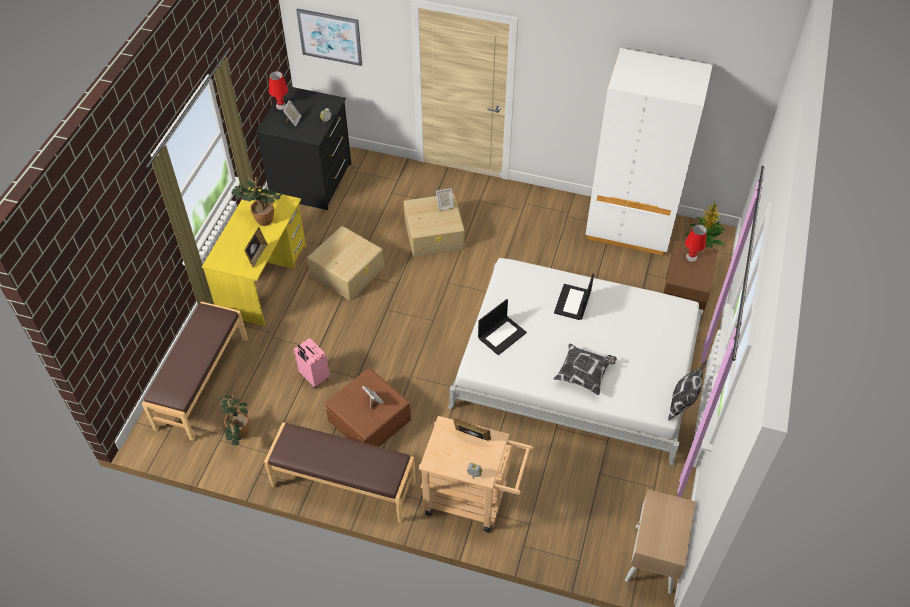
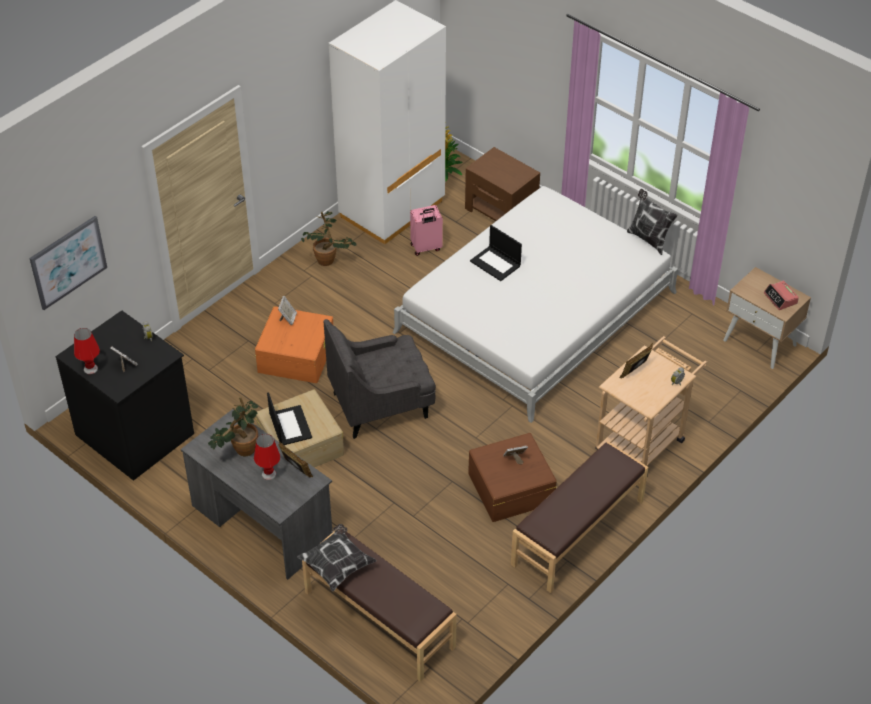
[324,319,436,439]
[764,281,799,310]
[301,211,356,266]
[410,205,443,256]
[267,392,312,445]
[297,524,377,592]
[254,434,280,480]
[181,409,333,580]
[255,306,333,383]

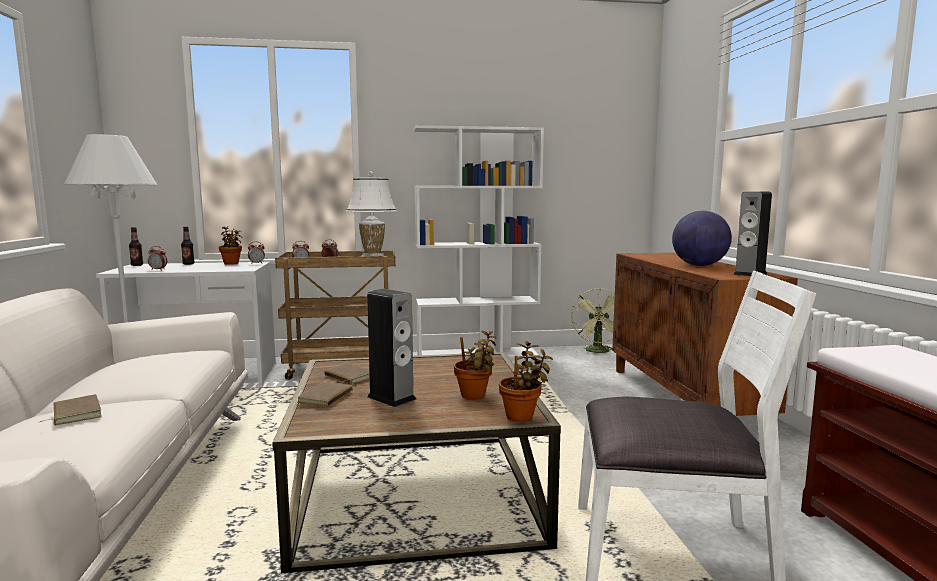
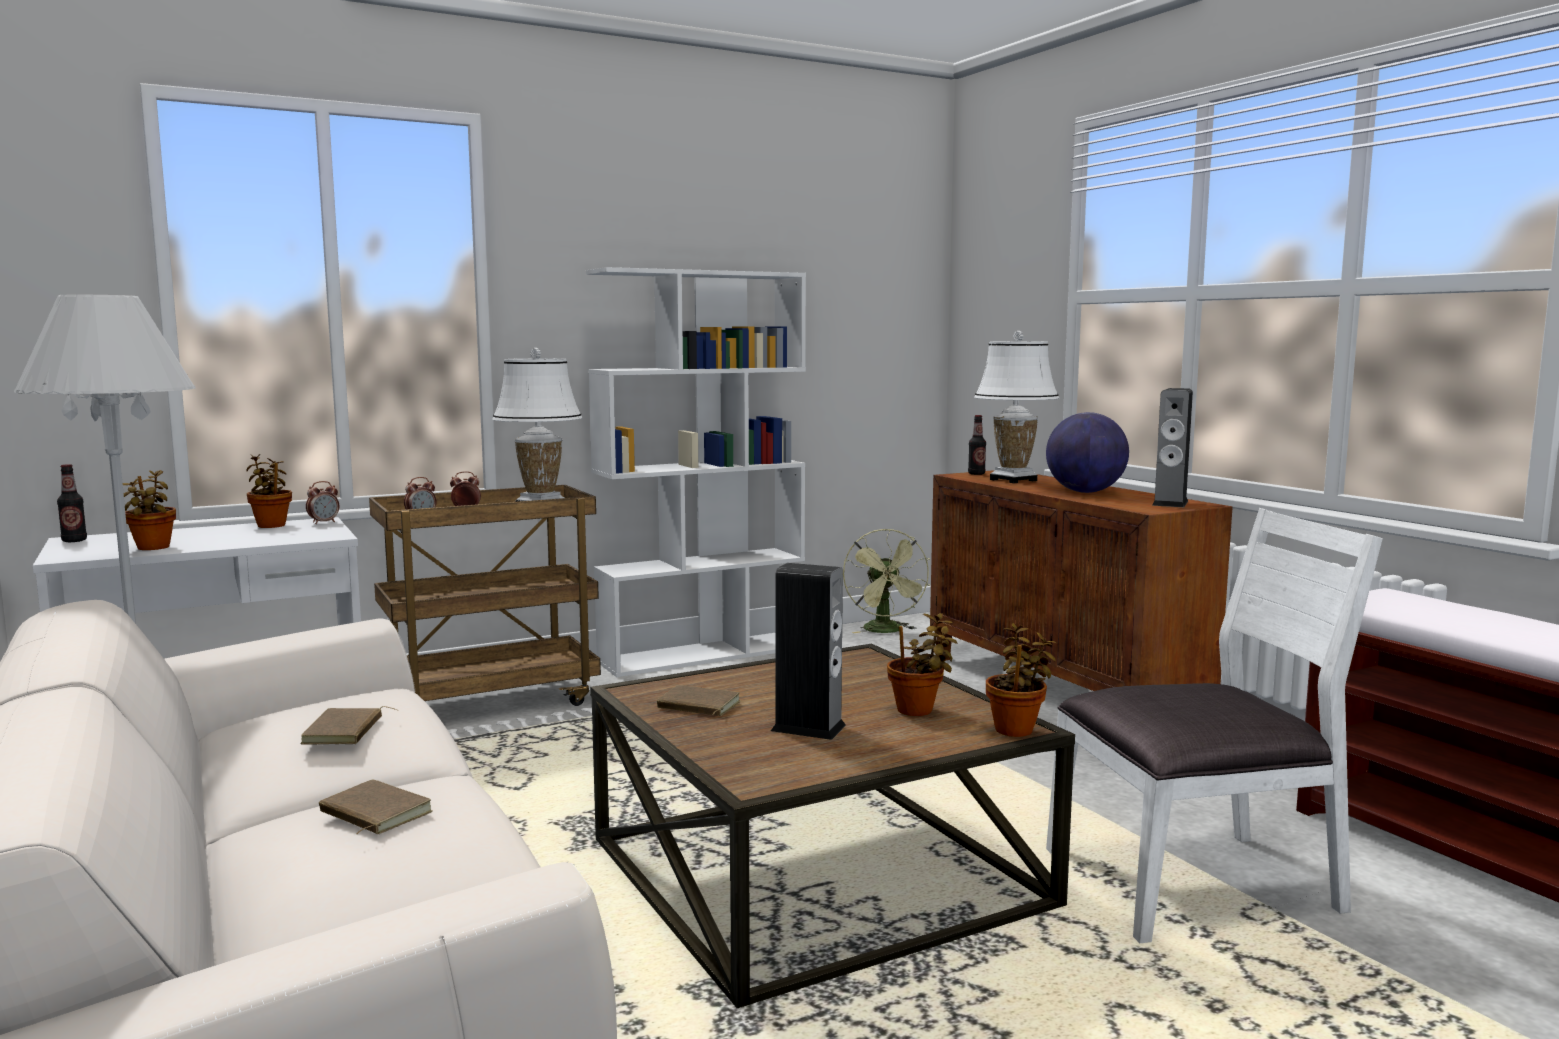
[974,331,1059,483]
[968,415,986,475]
[300,706,398,745]
[123,470,176,550]

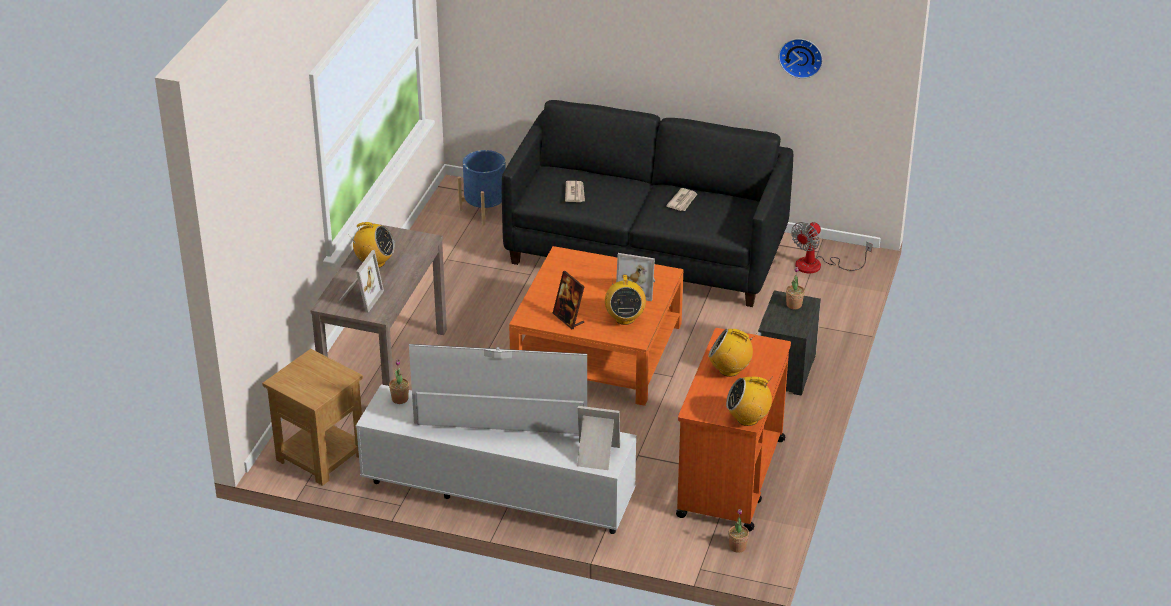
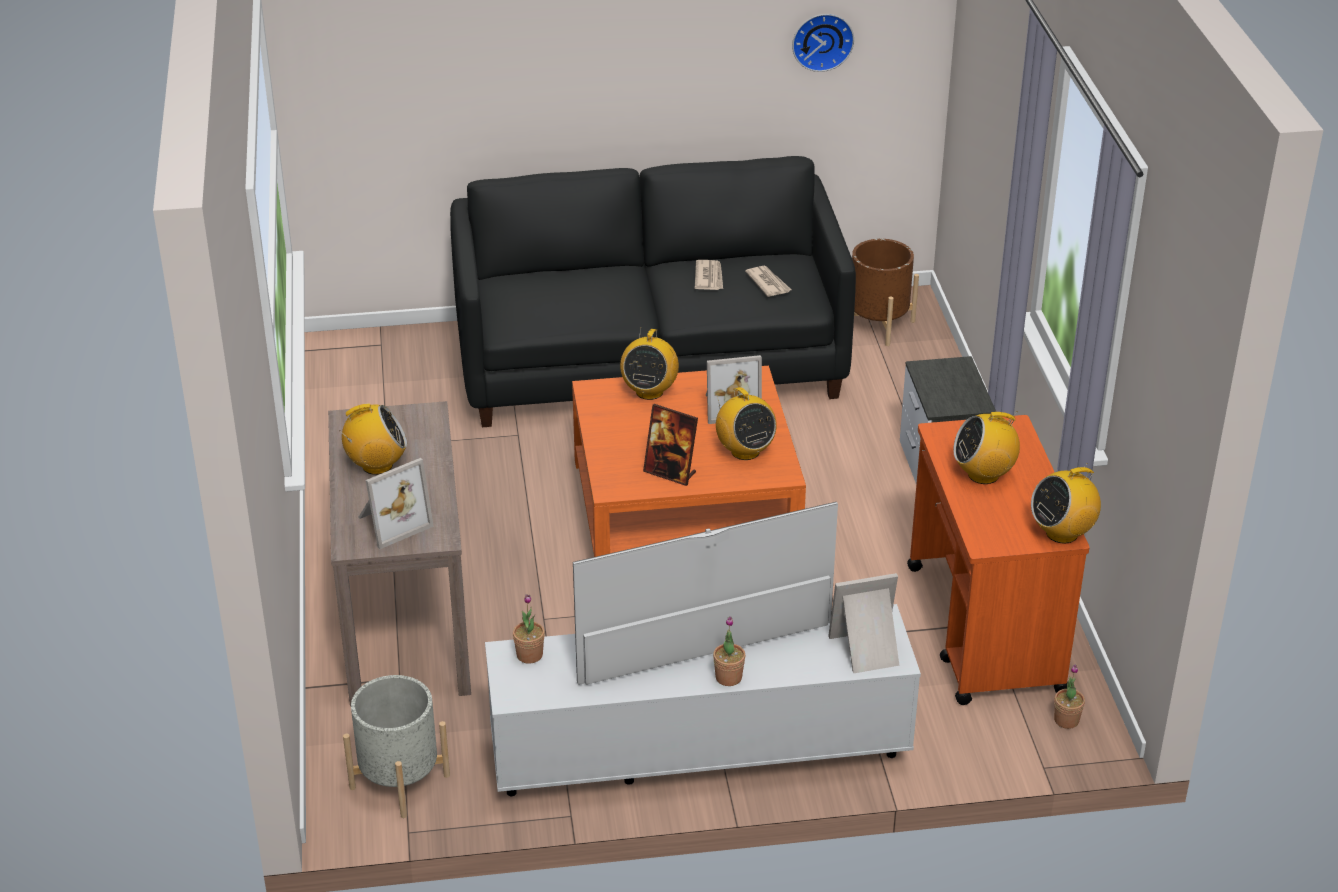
[458,150,506,226] (first image)
[620,329,679,400]
[745,266,791,297]
[713,616,745,686]
[343,675,450,818]
[852,239,919,346]
[358,458,434,549]

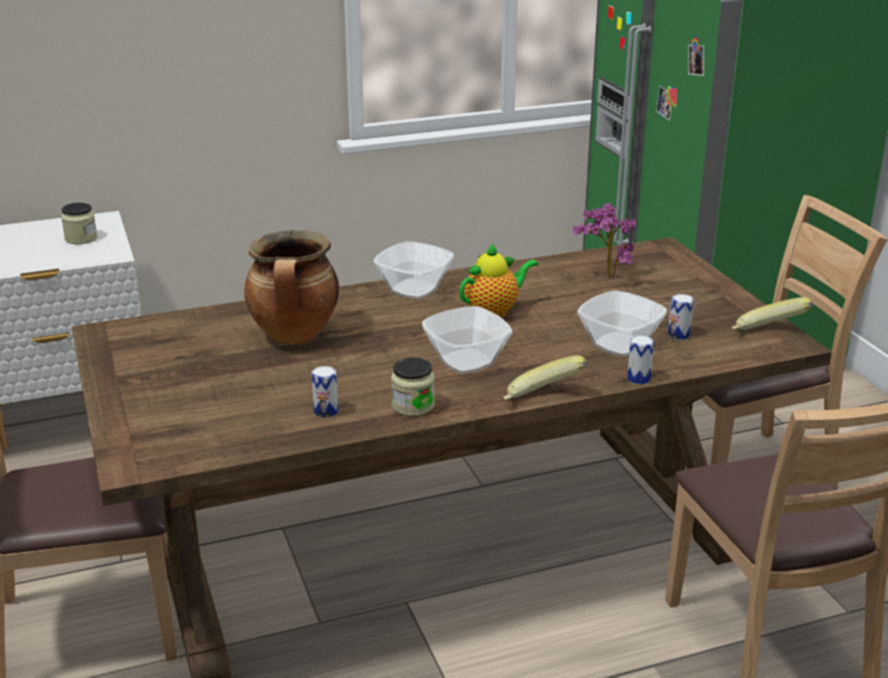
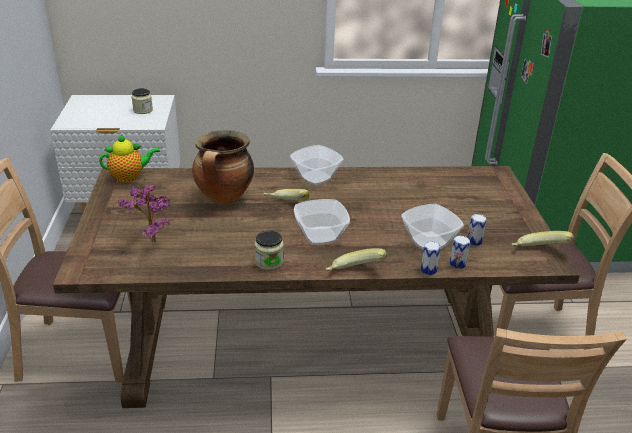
[263,189,309,201]
[450,236,470,269]
[99,134,160,182]
[118,185,170,243]

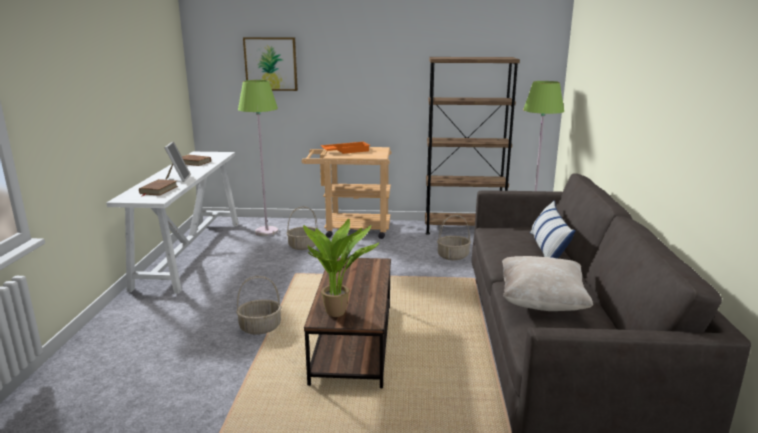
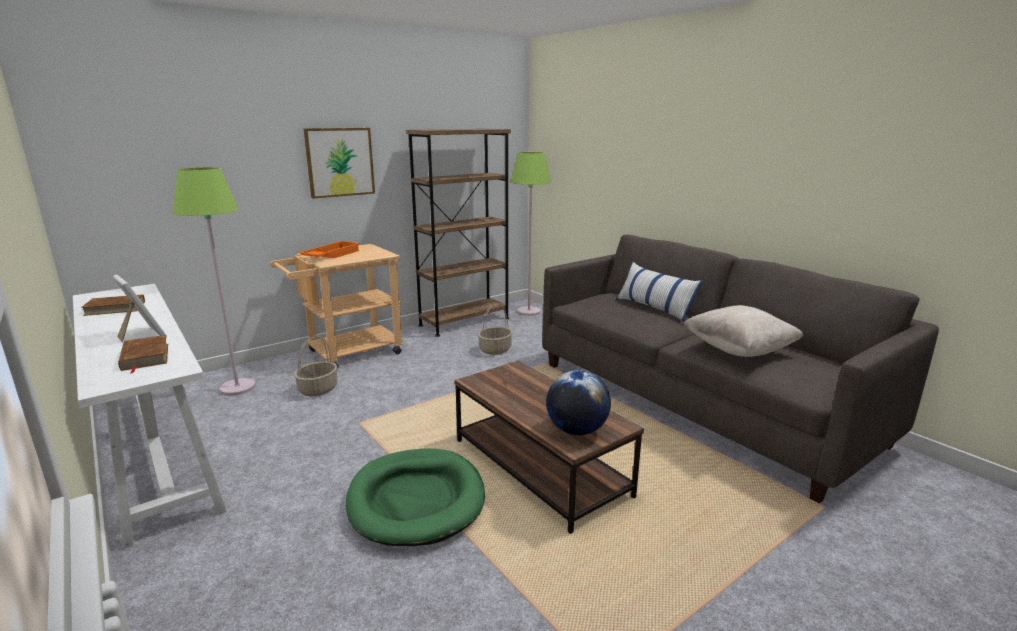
[303,128,375,199]
[346,449,485,546]
[546,370,611,435]

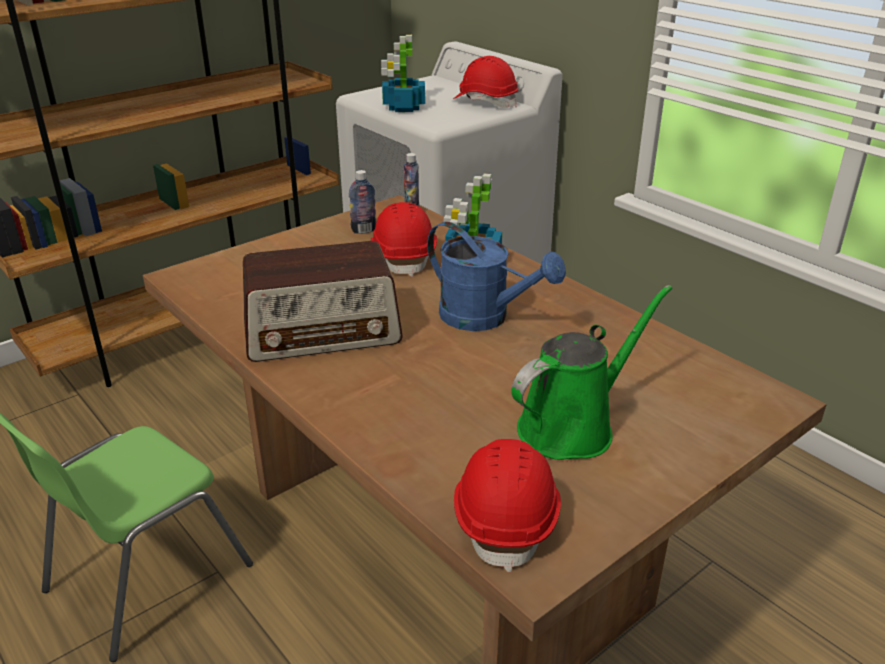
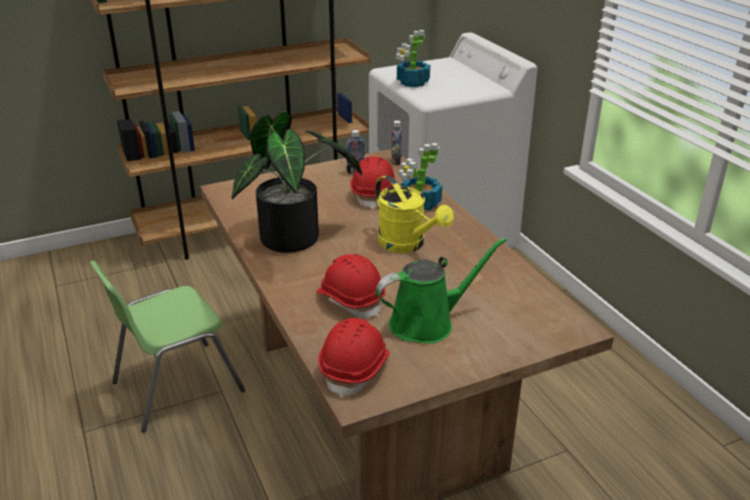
[316,254,385,318]
[232,111,362,253]
[375,175,454,253]

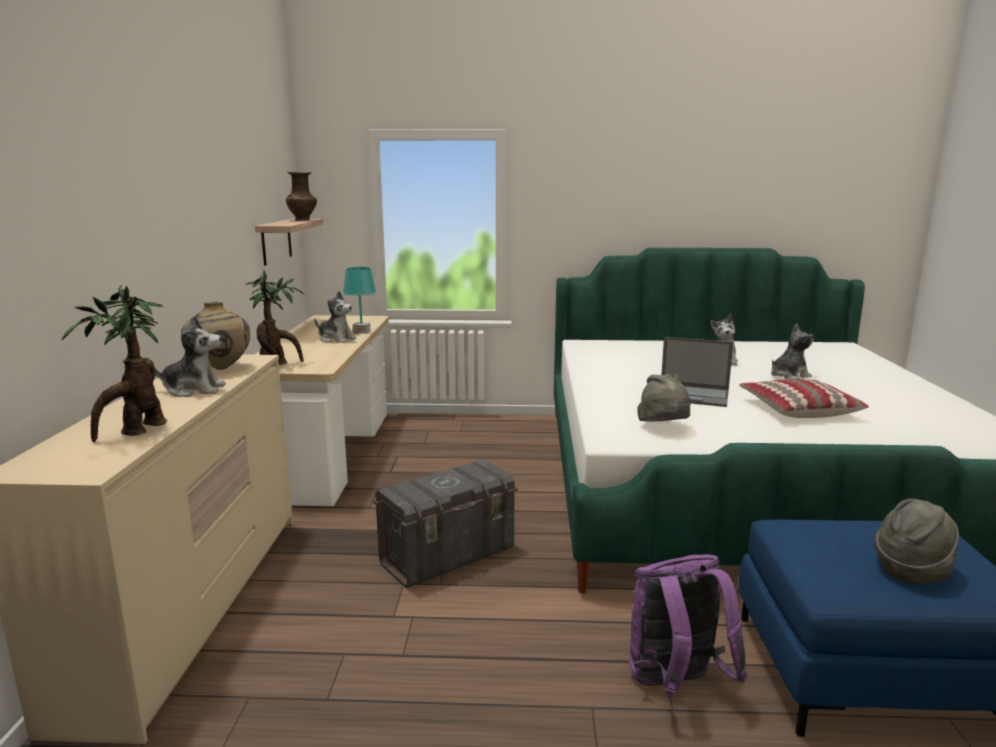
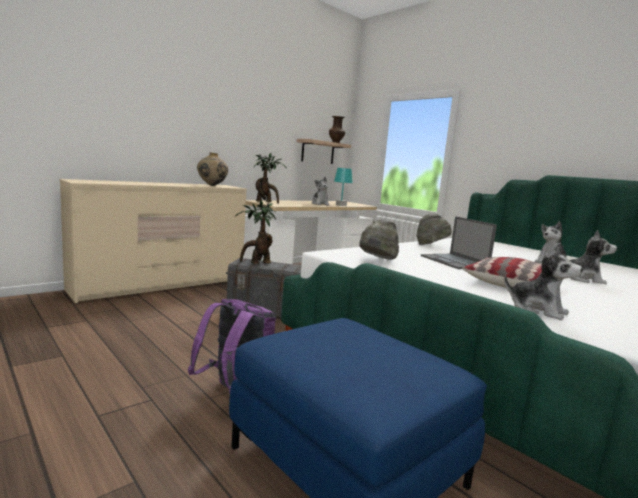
[235,201,276,264]
[504,243,582,320]
[416,214,452,245]

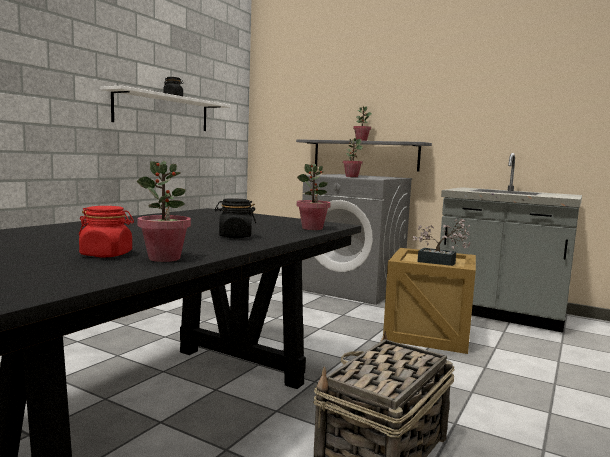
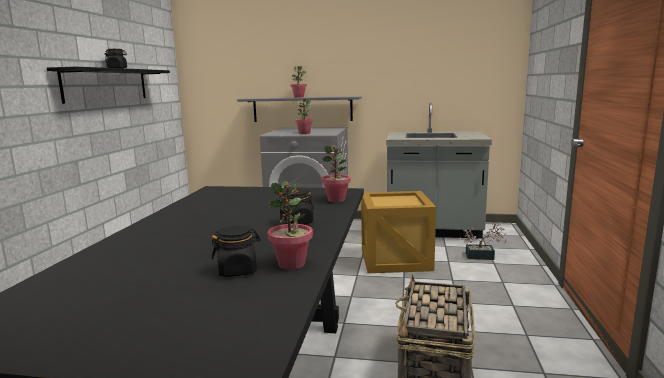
[460,223,507,260]
[212,225,260,277]
[47,67,170,104]

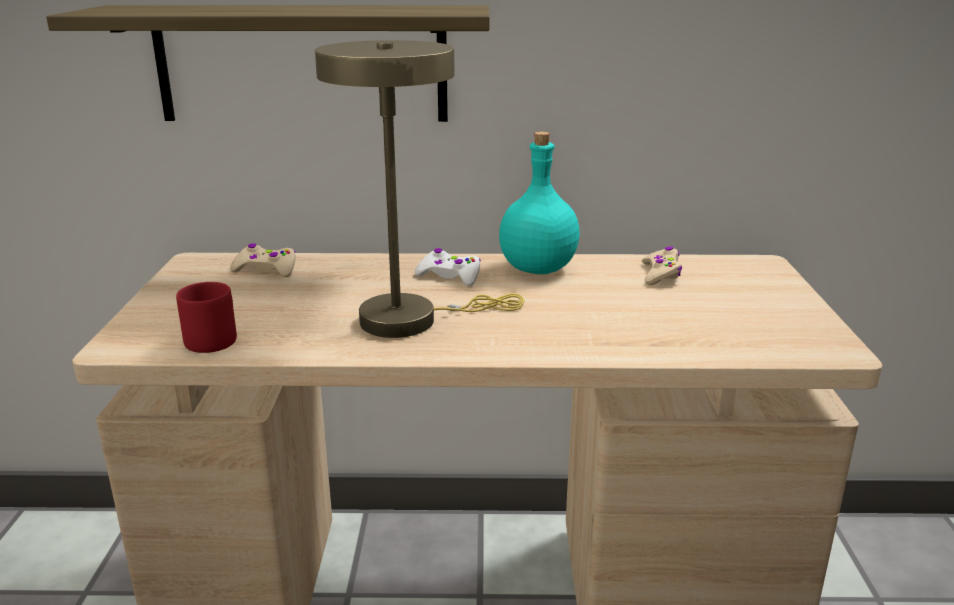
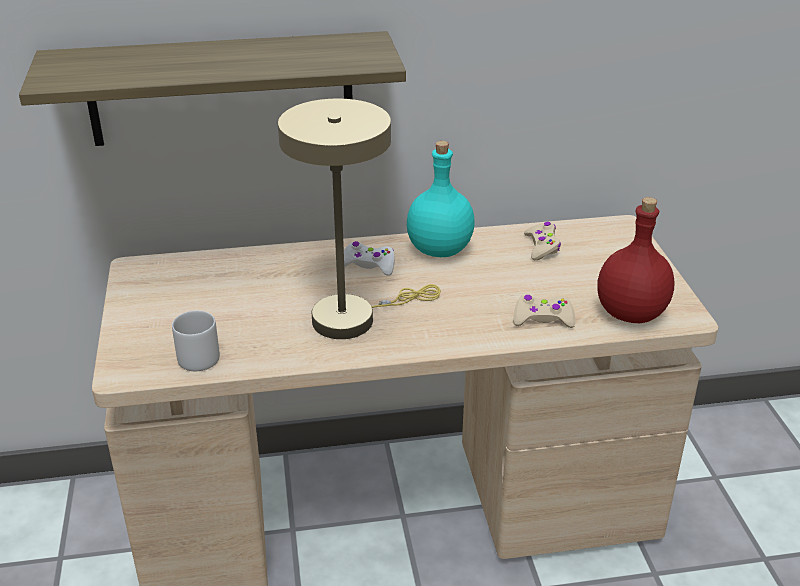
[598,197,675,323]
[513,295,576,328]
[172,311,220,371]

